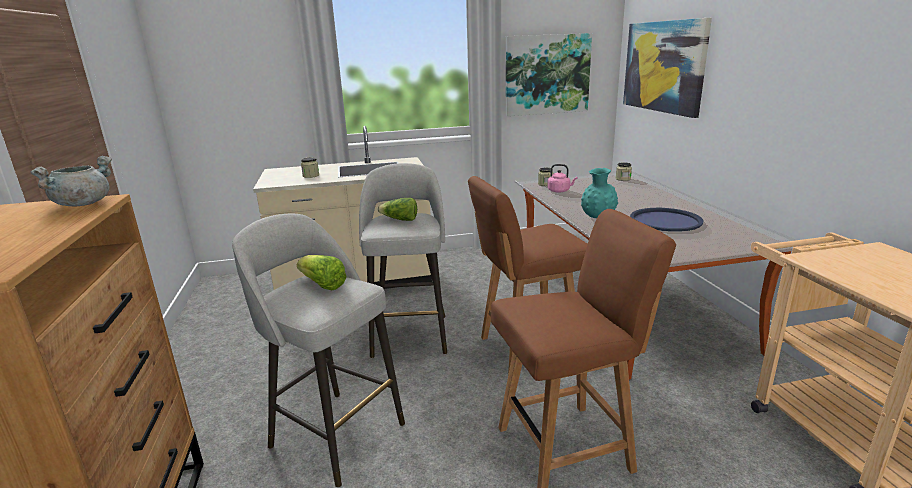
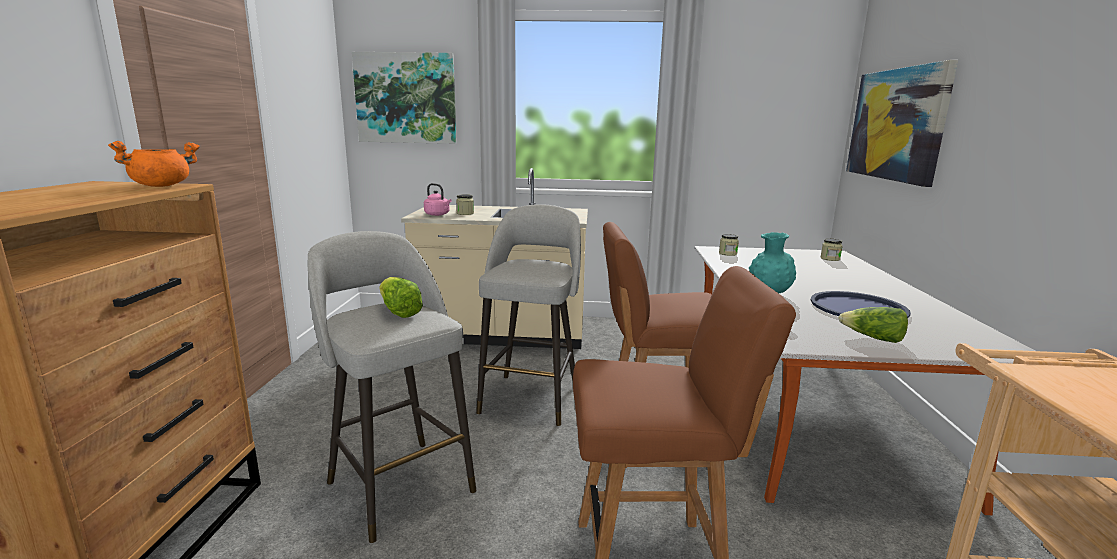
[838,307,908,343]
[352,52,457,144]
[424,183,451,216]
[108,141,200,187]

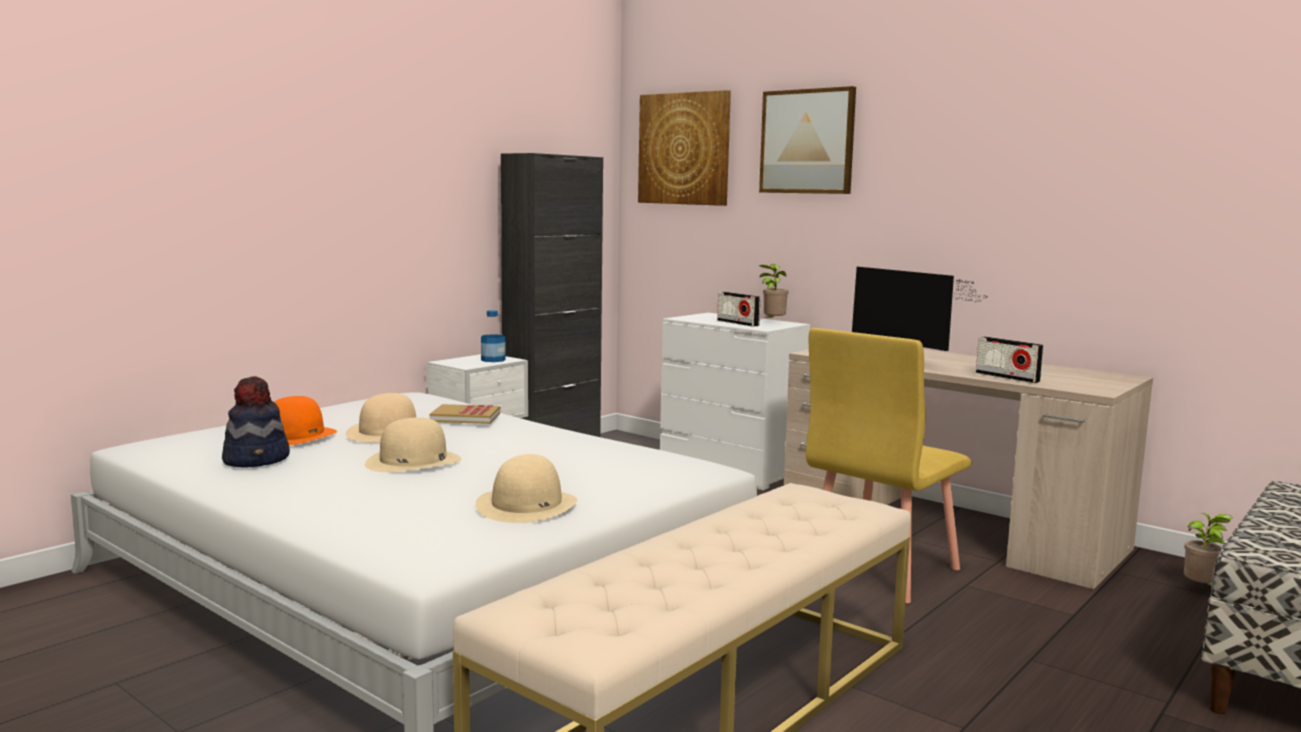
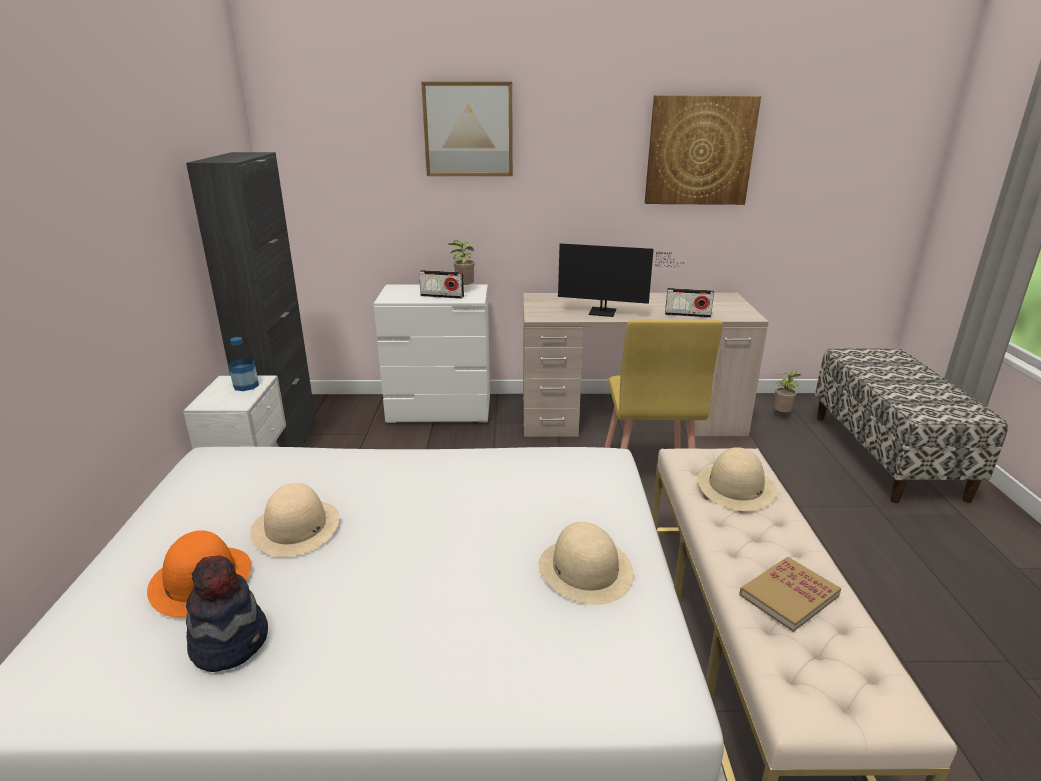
[697,447,777,511]
[739,557,841,632]
[645,95,761,205]

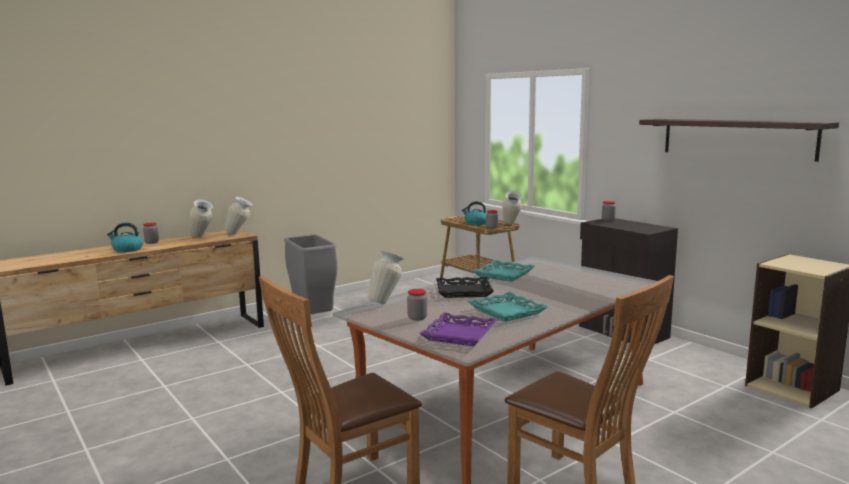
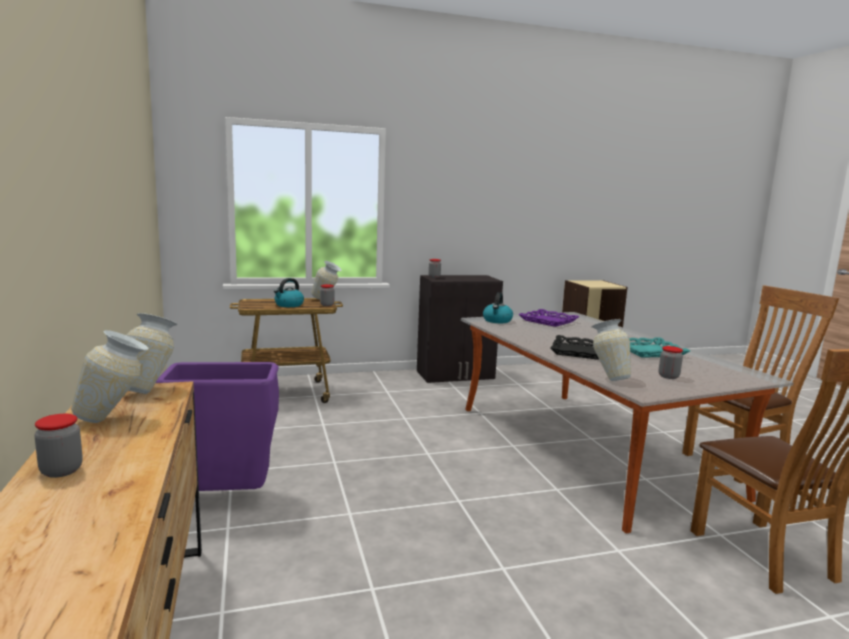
[473,260,534,282] (first image)
[639,119,839,162] (first image)
[483,292,513,323]
[518,309,579,327]
[156,362,279,491]

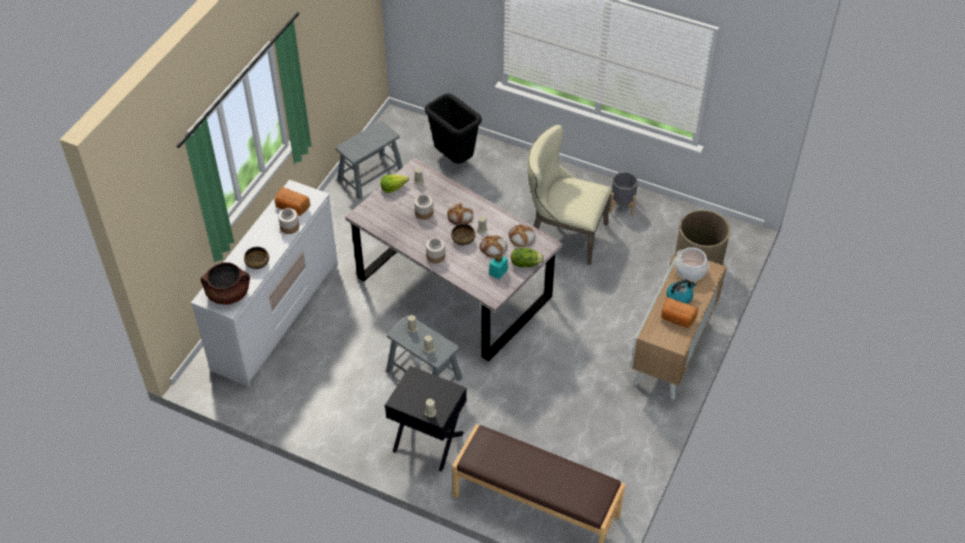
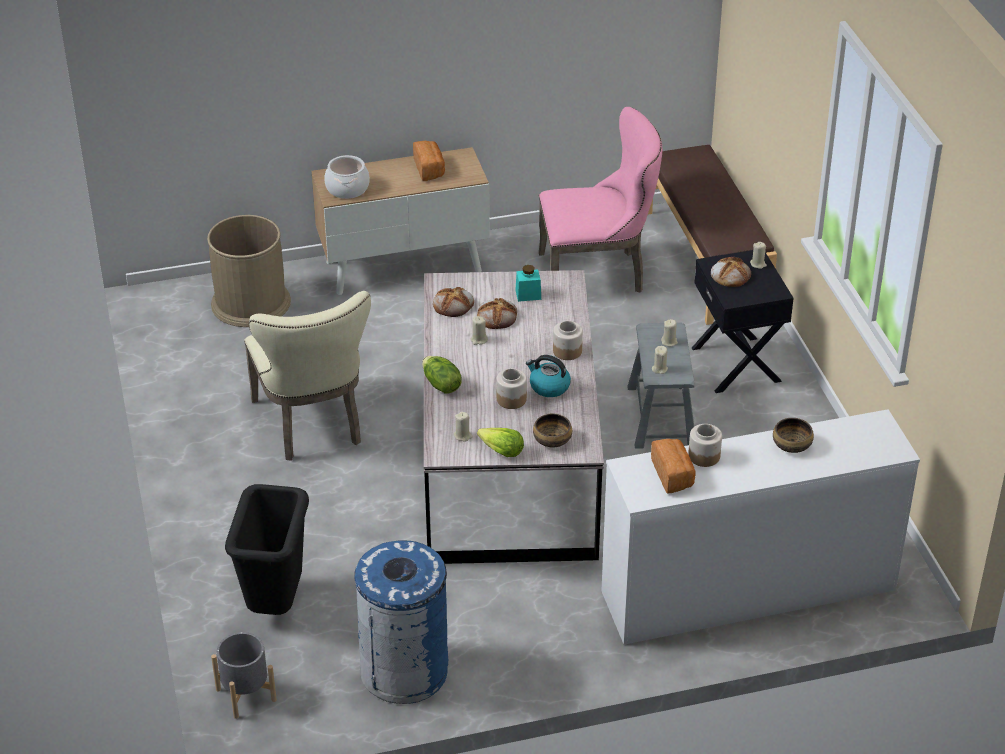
[201,262,250,305] (first image)
[539,107,662,293]
[711,257,751,287]
[533,414,572,447]
[422,356,462,394]
[211,632,277,719]
[526,355,571,397]
[354,541,448,704]

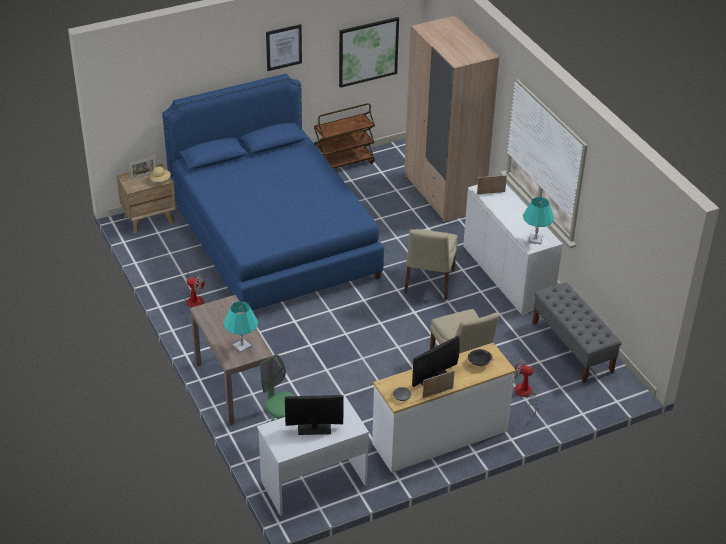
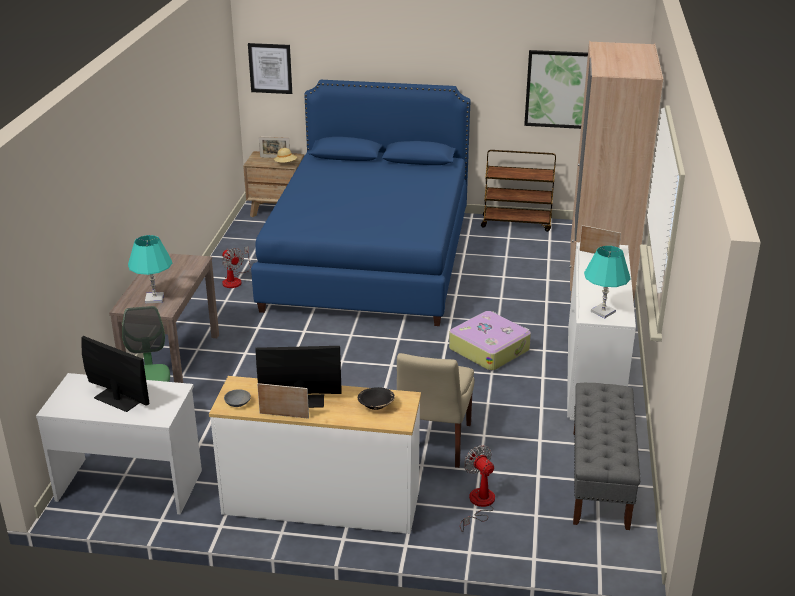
[248,43,292,94]
[449,311,531,371]

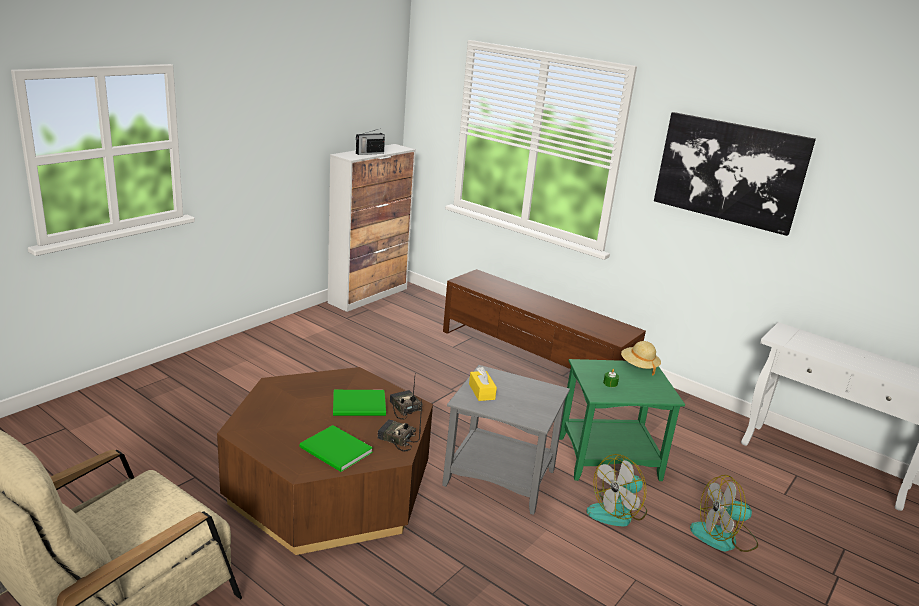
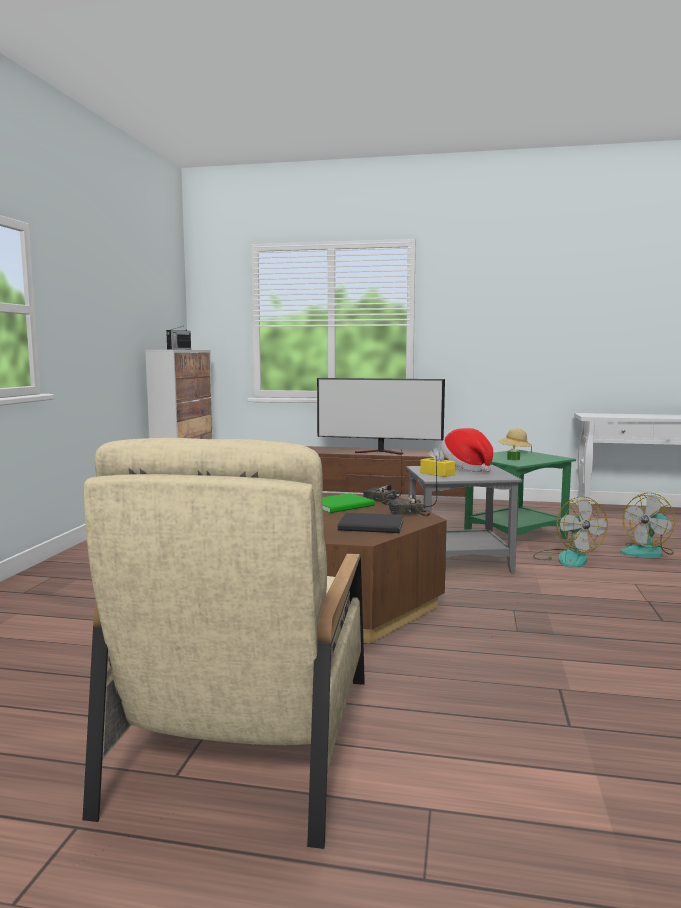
[654,112,816,236] (first image)
[317,378,445,455]
[441,428,493,472]
[338,513,403,533]
[533,497,608,568]

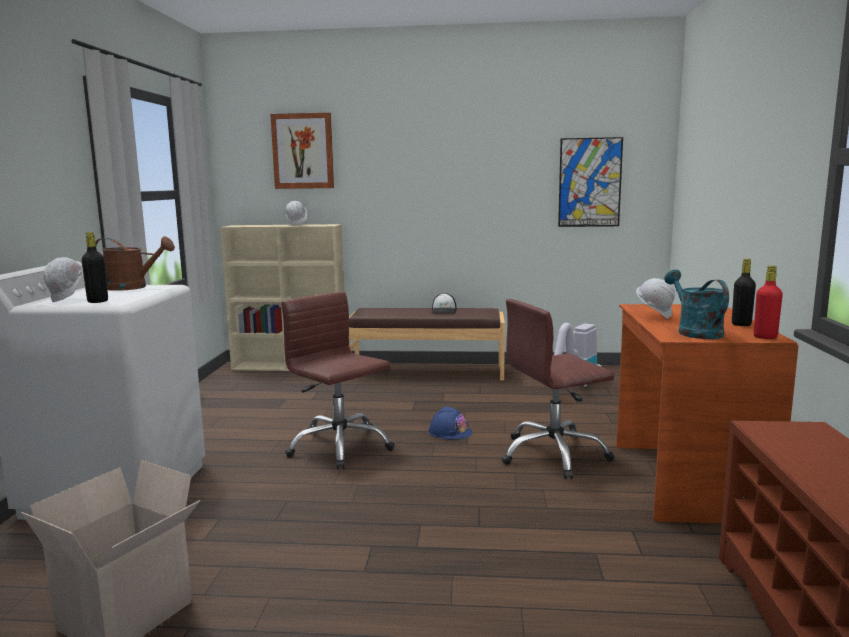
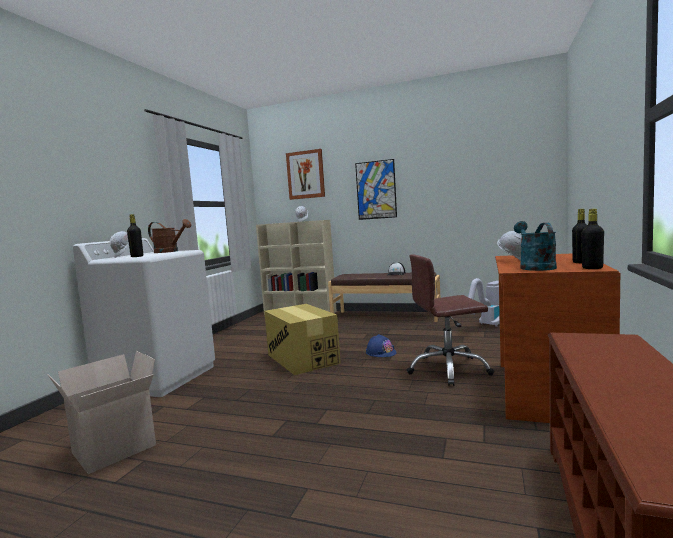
[355,159,397,220]
[264,304,341,375]
[582,209,604,269]

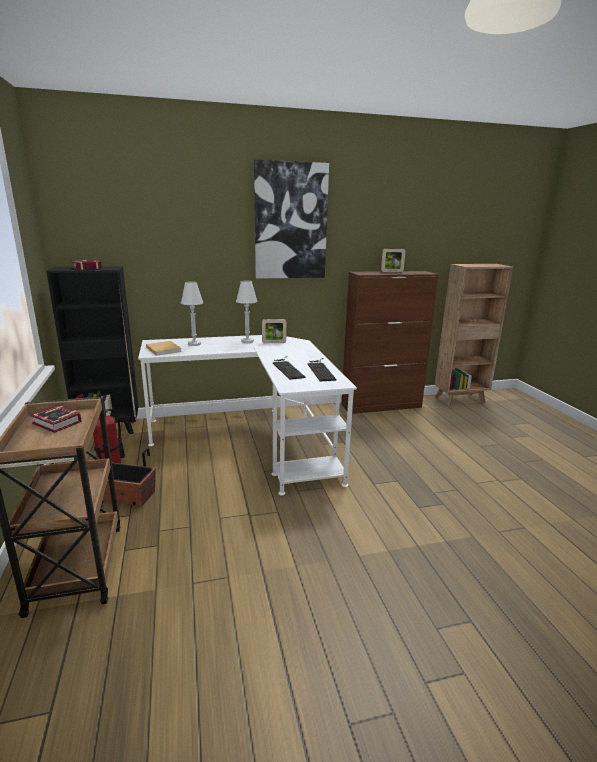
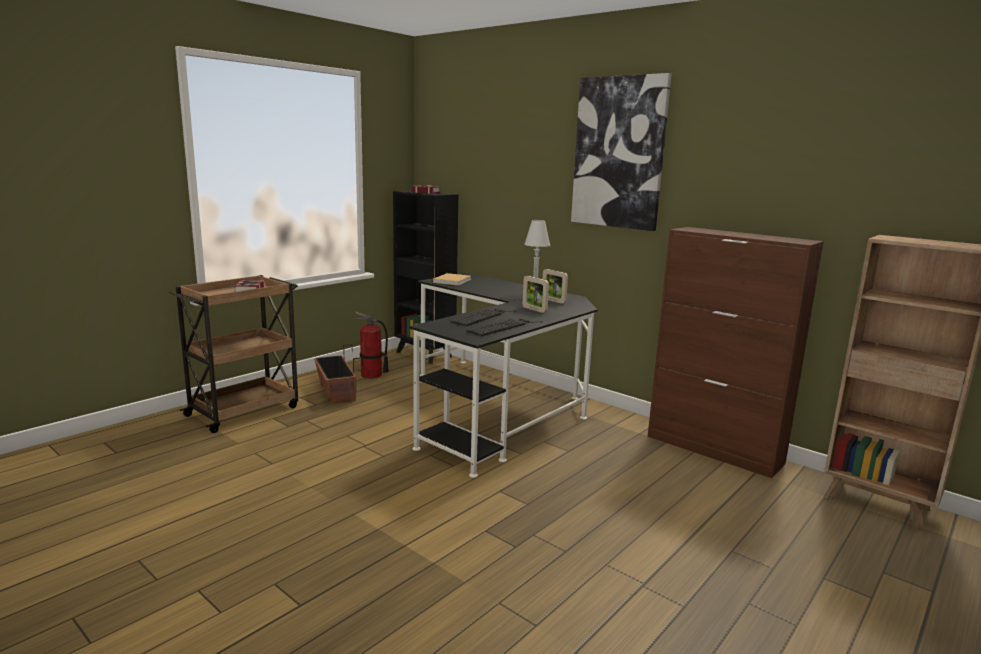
[181,281,203,346] (first image)
[523,276,549,313]
[410,273,598,478]

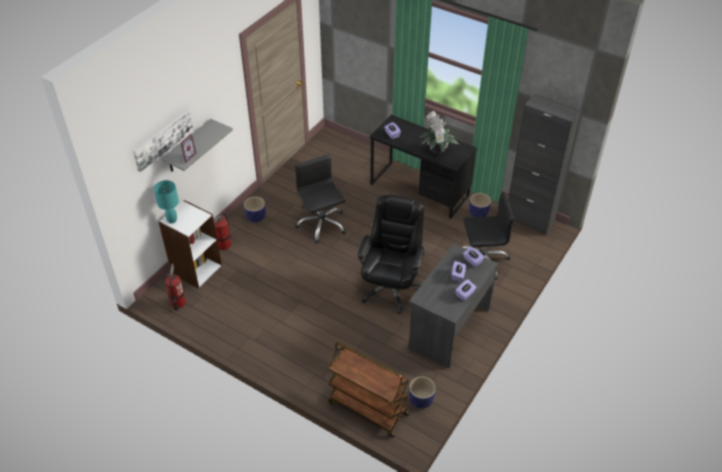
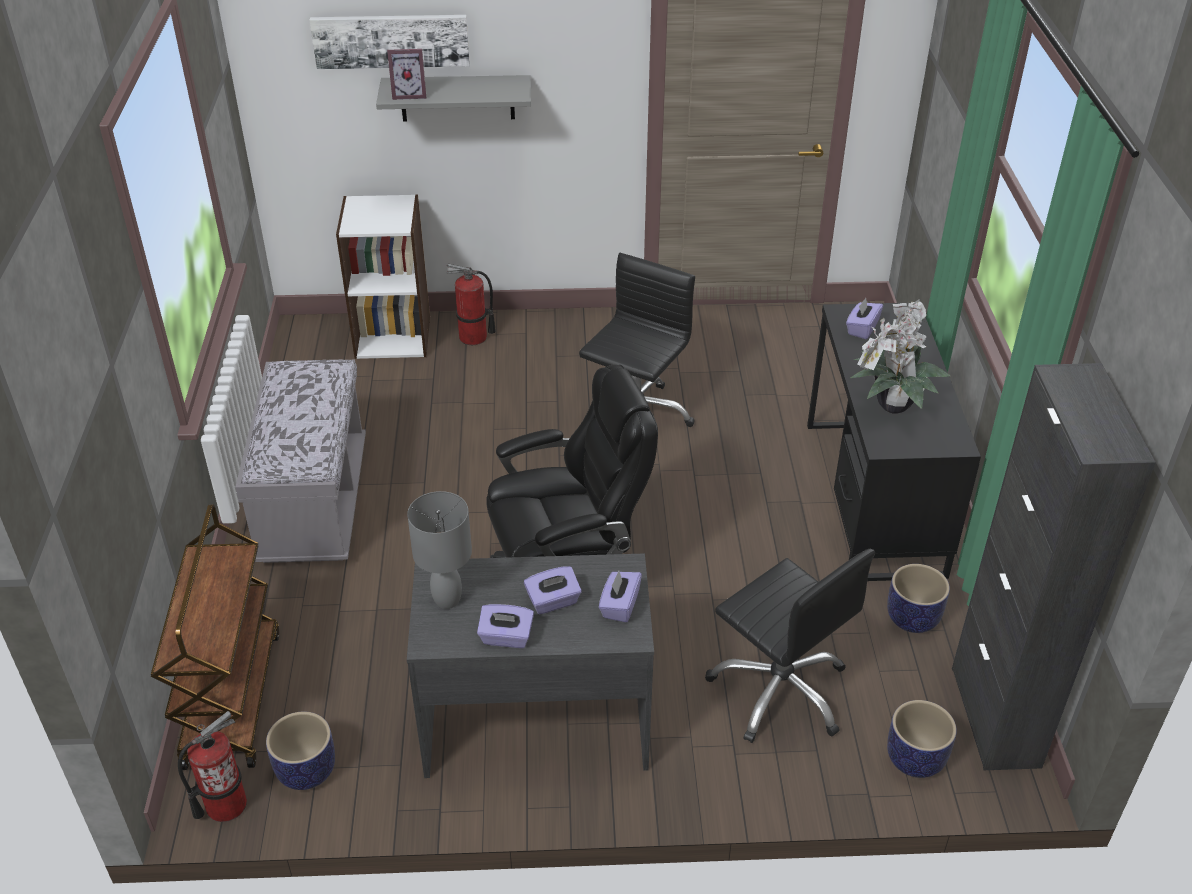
[154,180,179,224] (first image)
[235,360,366,563]
[407,491,472,609]
[178,711,247,822]
[887,700,957,778]

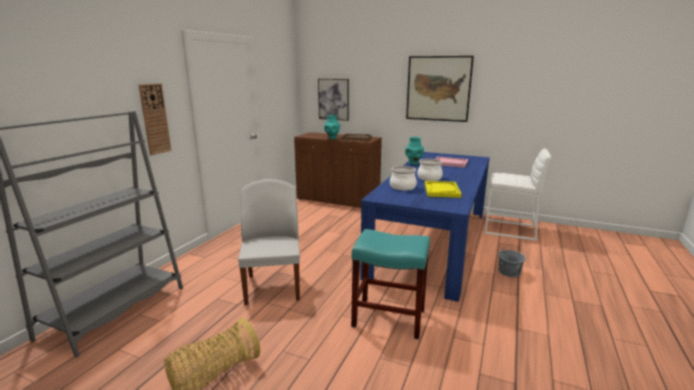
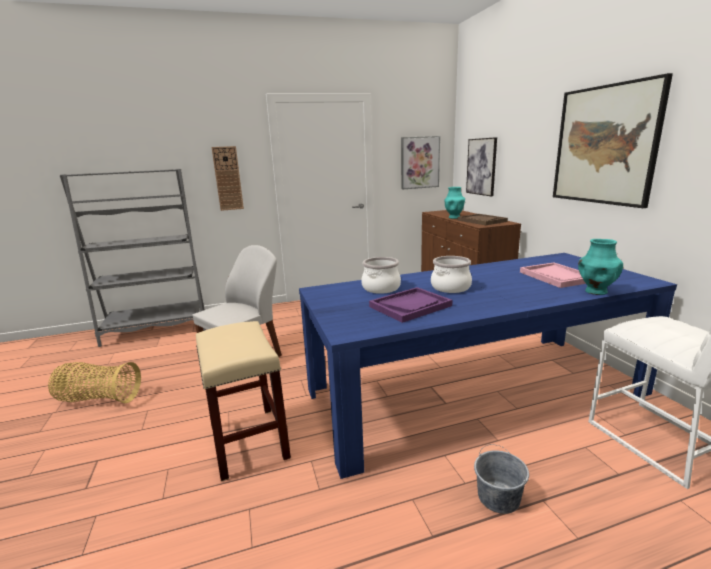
[401,136,440,189]
[578,239,623,295]
[196,321,291,482]
[369,287,452,323]

